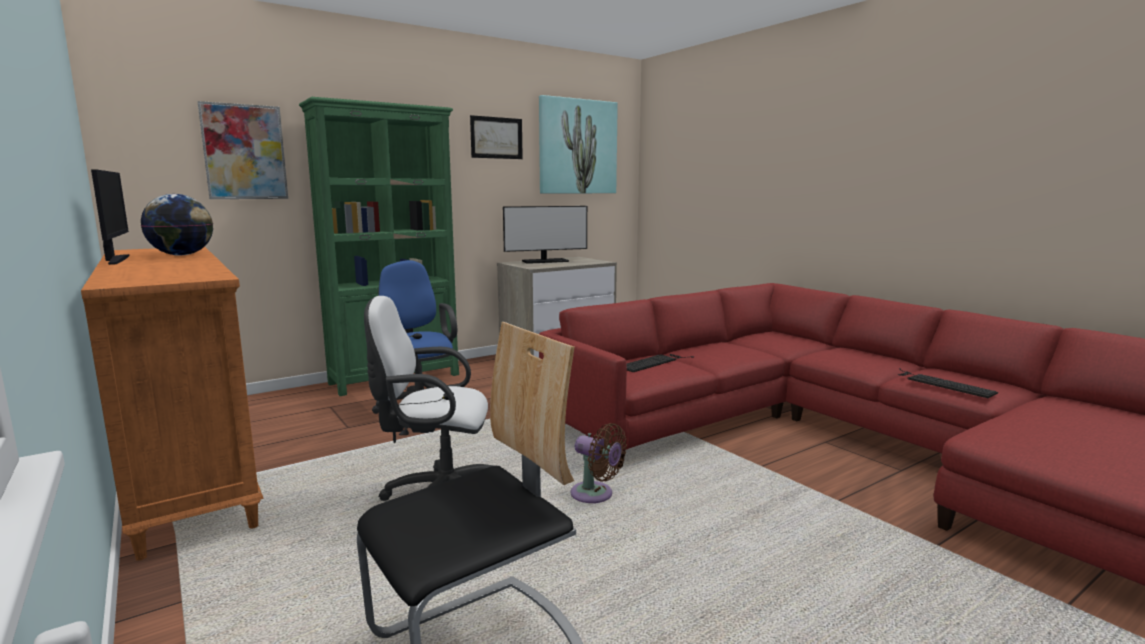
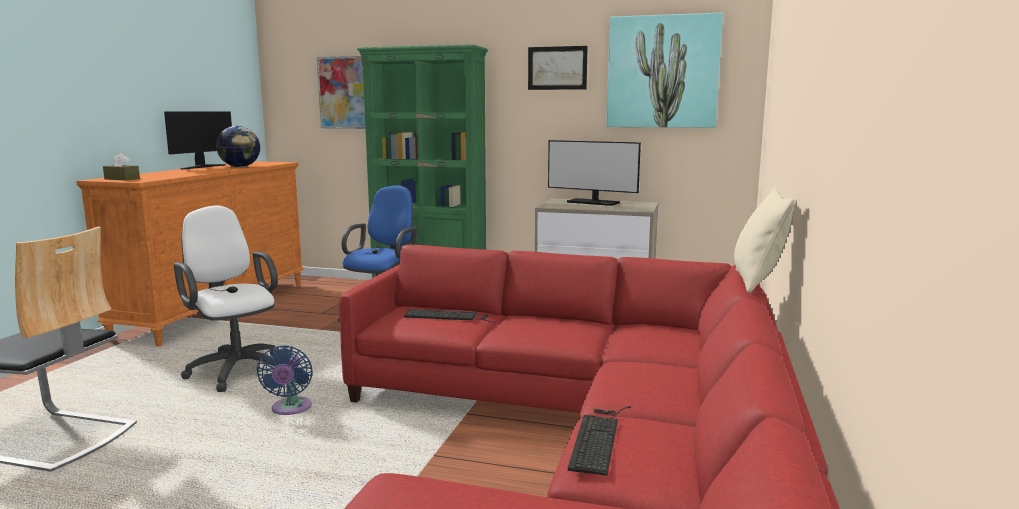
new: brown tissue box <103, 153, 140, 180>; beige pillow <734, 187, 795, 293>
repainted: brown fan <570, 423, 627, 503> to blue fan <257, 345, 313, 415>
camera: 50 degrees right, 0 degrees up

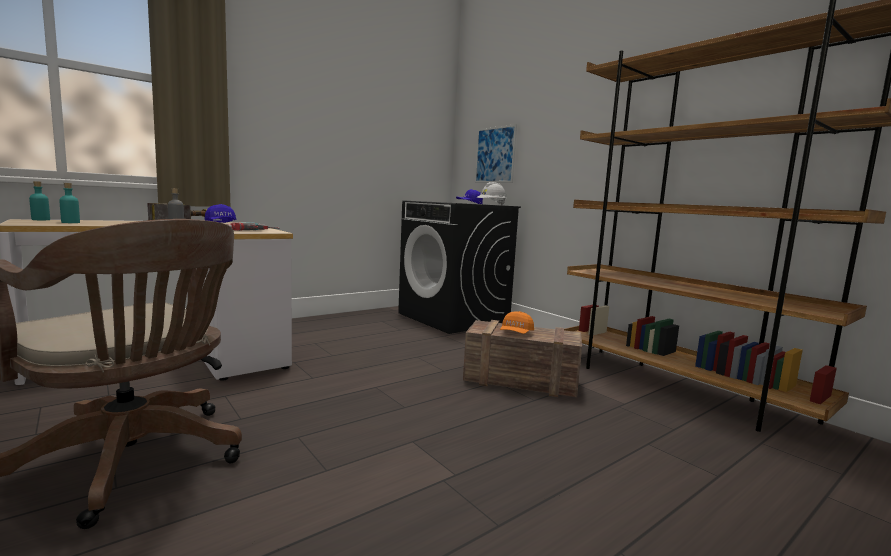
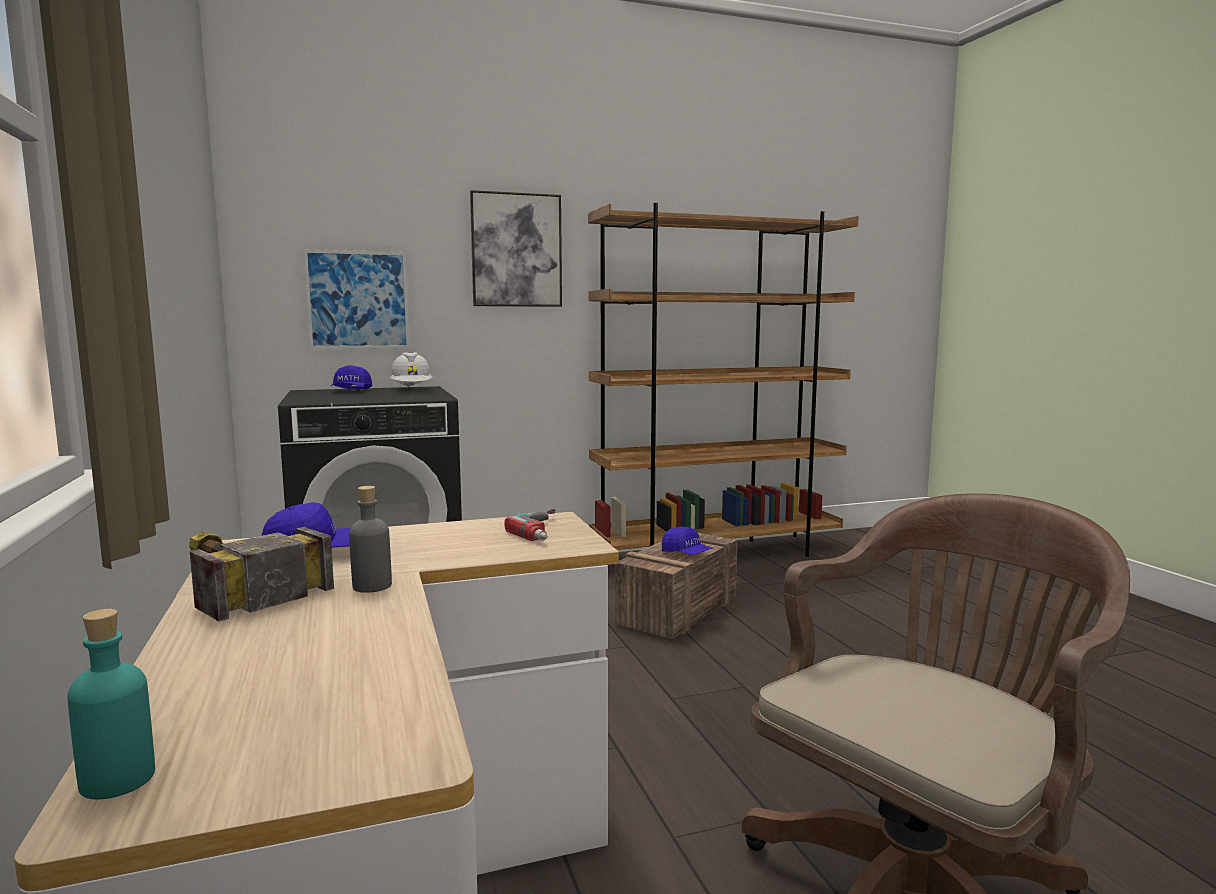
gone: turquoise bottle <59, 183, 80, 223>
new: picture <470, 190, 562, 307>
repainted: orange cap <500, 311, 534, 334> to blue cap <662, 527, 713, 555>
camera: 70 degrees left, 0 degrees up

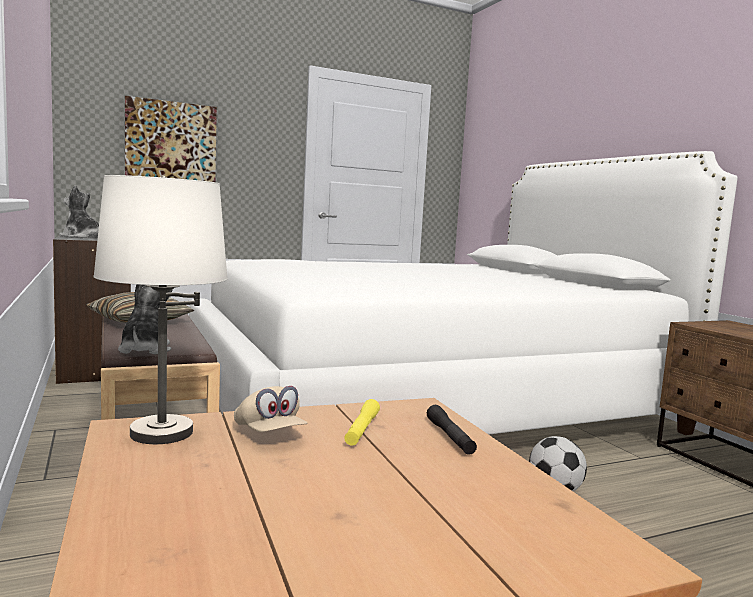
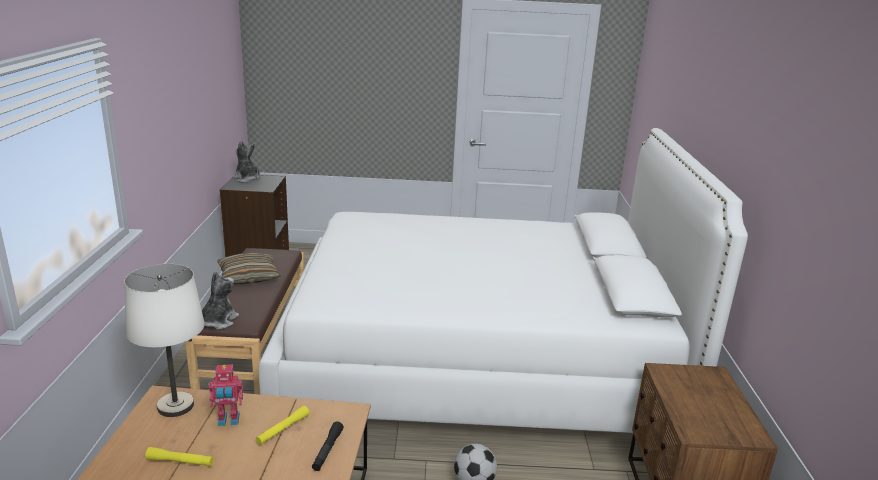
gone: picture <125, 96, 217, 182>
new: yellow flashlight <145, 447, 213, 466>
swapped: beige cap <234, 386, 307, 432> to toy robot <208, 365, 243, 426>
camera: 25 degrees right, 15 degrees up

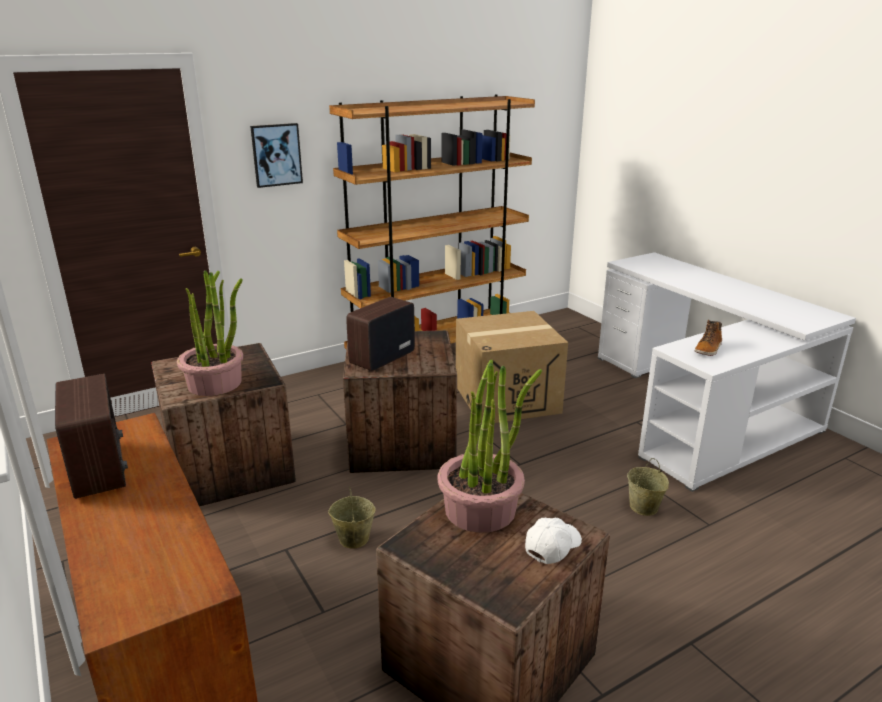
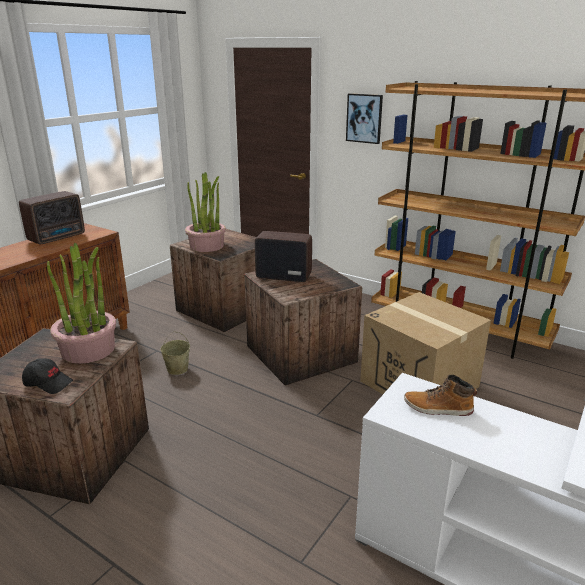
gone: beige bucket <627, 458, 669, 516>
repainted: white cap <525, 518, 582, 564> to black cap <22, 358, 73, 394>
camera: 65 degrees right, 0 degrees up

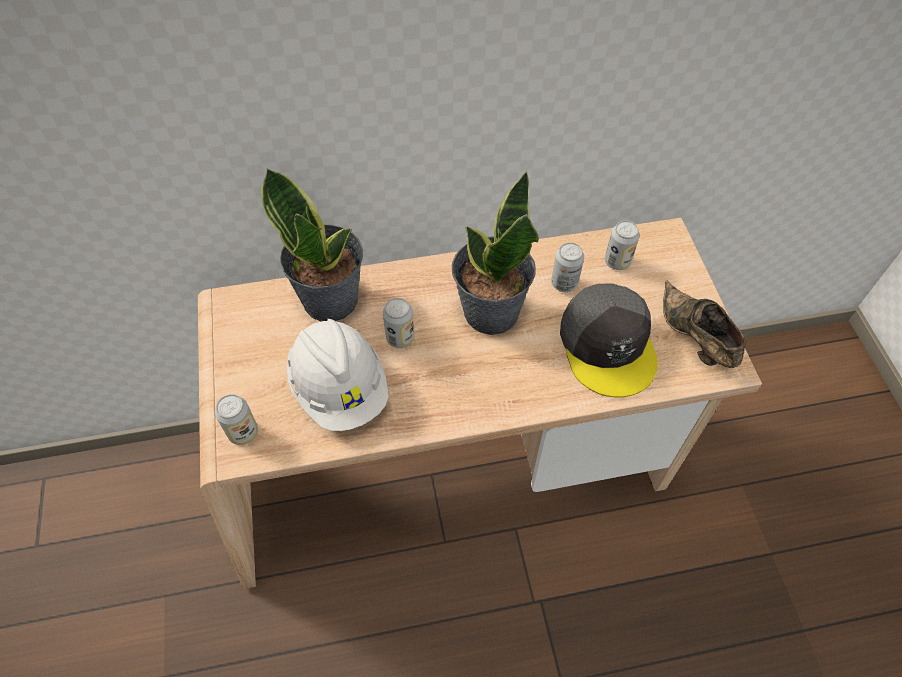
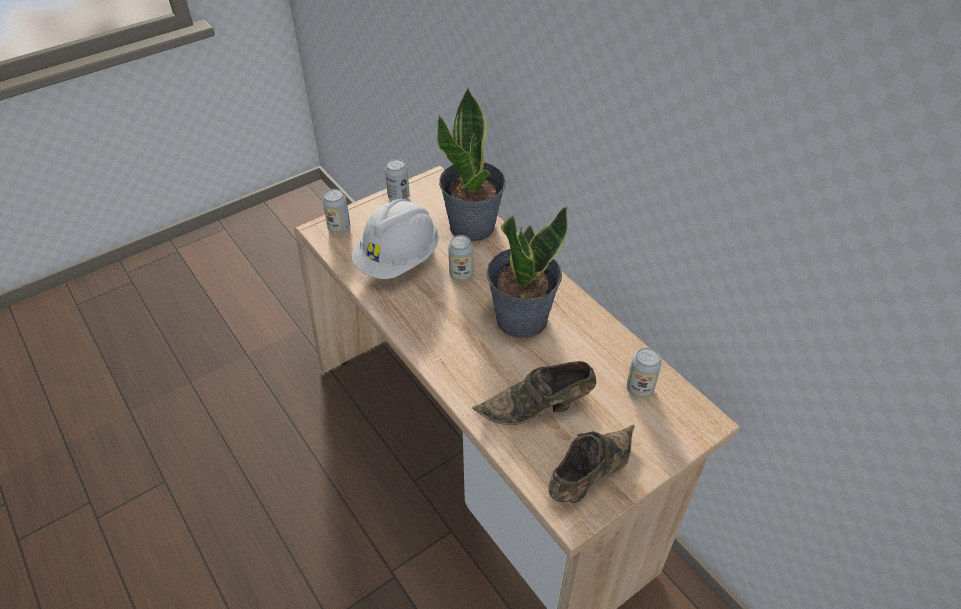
shifted: can <551, 242, 584, 292> to <385, 159, 410, 201>
swapped: grey cap <560, 283, 658, 397> to brown shoe <473, 361, 596, 425>
camera: 65 degrees right, 10 degrees down

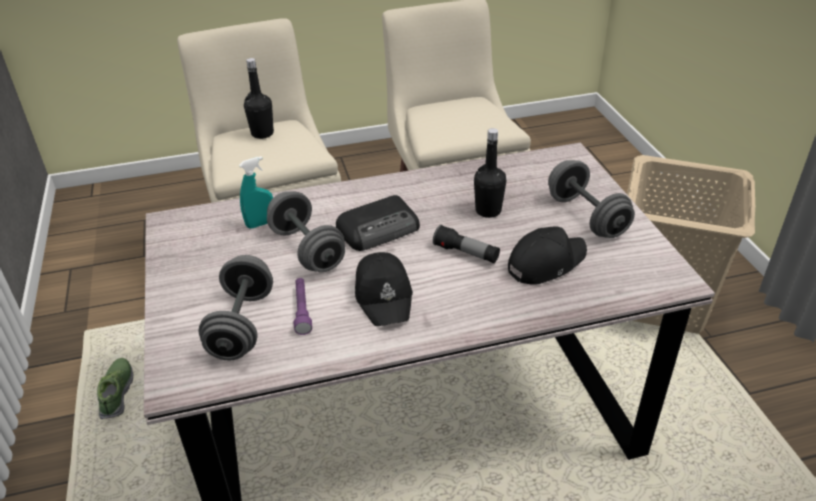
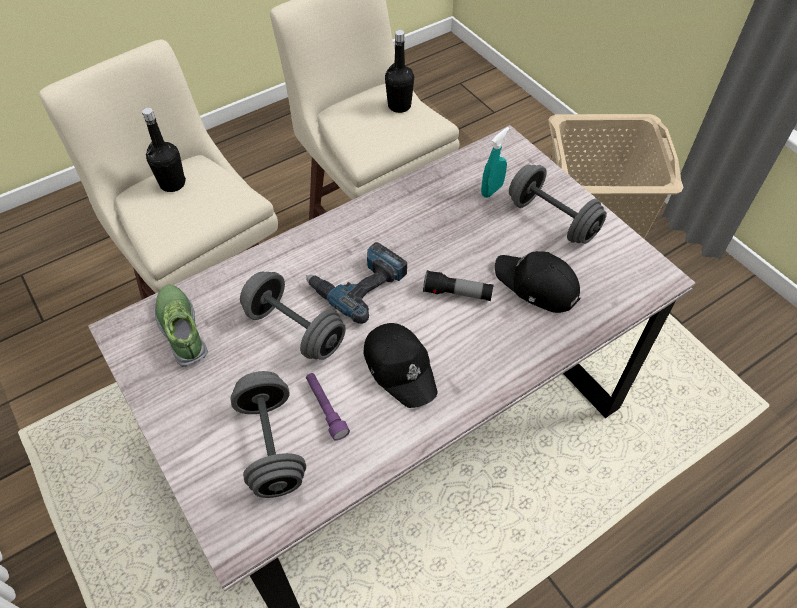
shifted: shoe <97, 358, 133, 419> to <155, 285, 208, 367>; turquoise spray bottle <239, 156, 273, 228> to <481, 127, 509, 198>; black bottle <474, 128, 506, 218> to <385, 30, 414, 113>
swapped: radio <336, 195, 420, 251> to power drill <306, 242, 407, 324>
rotated: black cap <508, 227, 587, 285> = <495, 251, 580, 313> 90 degrees counterclockwise
camera: 20 degrees left, 15 degrees up

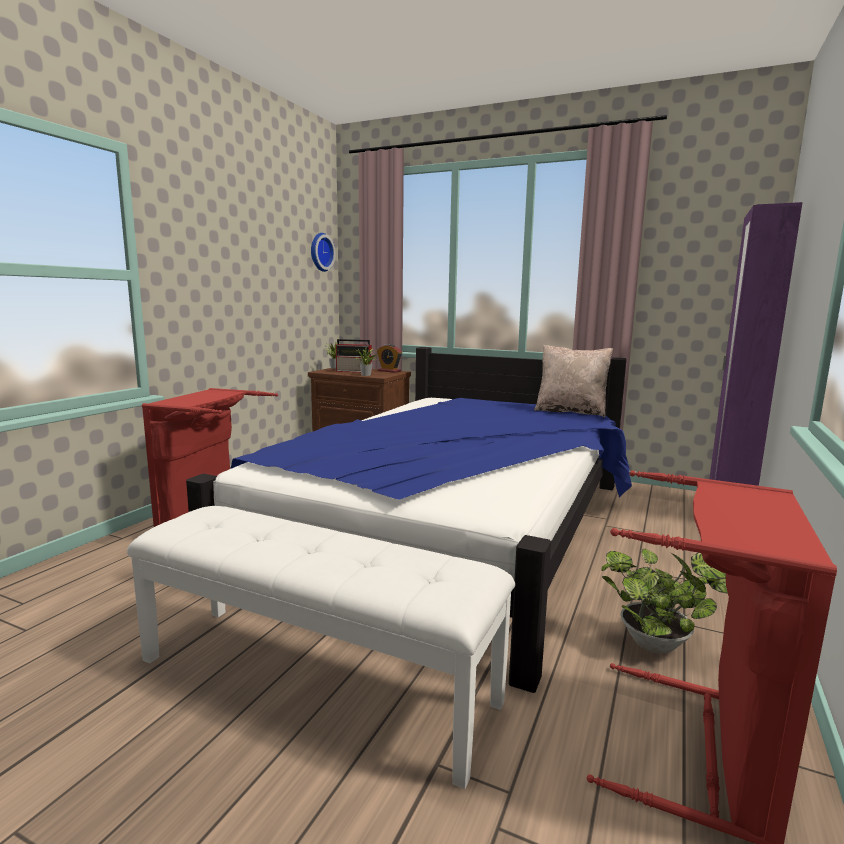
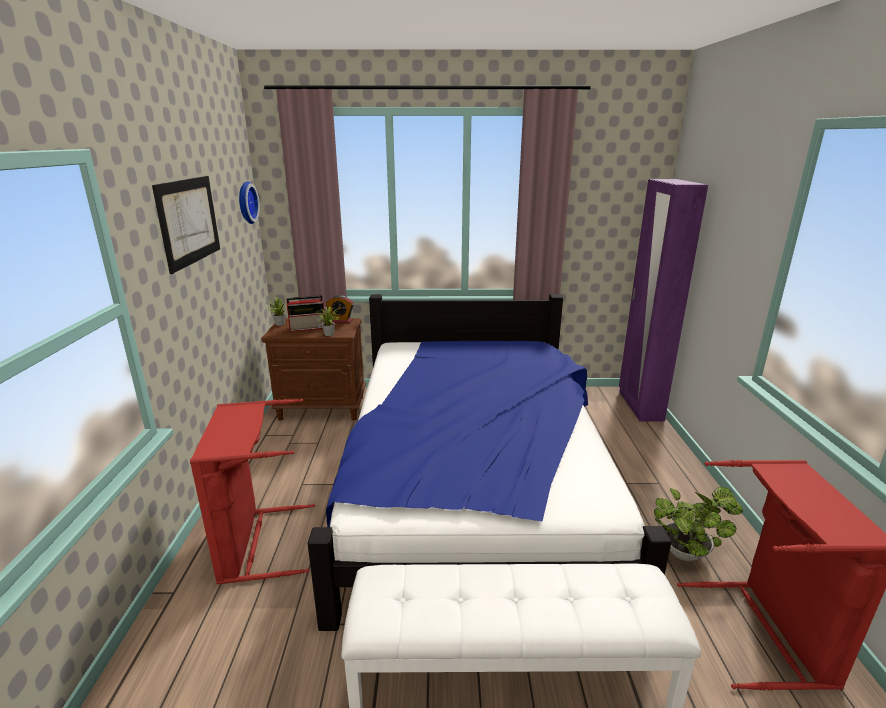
gone: beige pillow <534, 345, 613, 417>
new: picture <152, 176, 220, 274>
camera: 25 degrees left, 10 degrees up

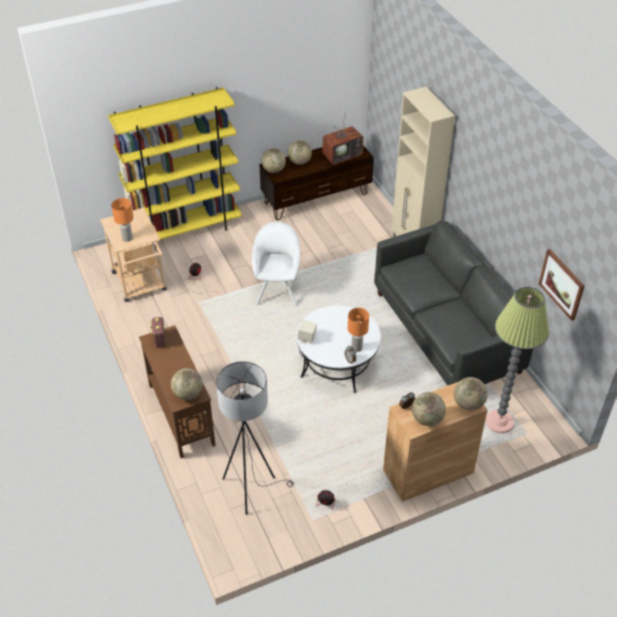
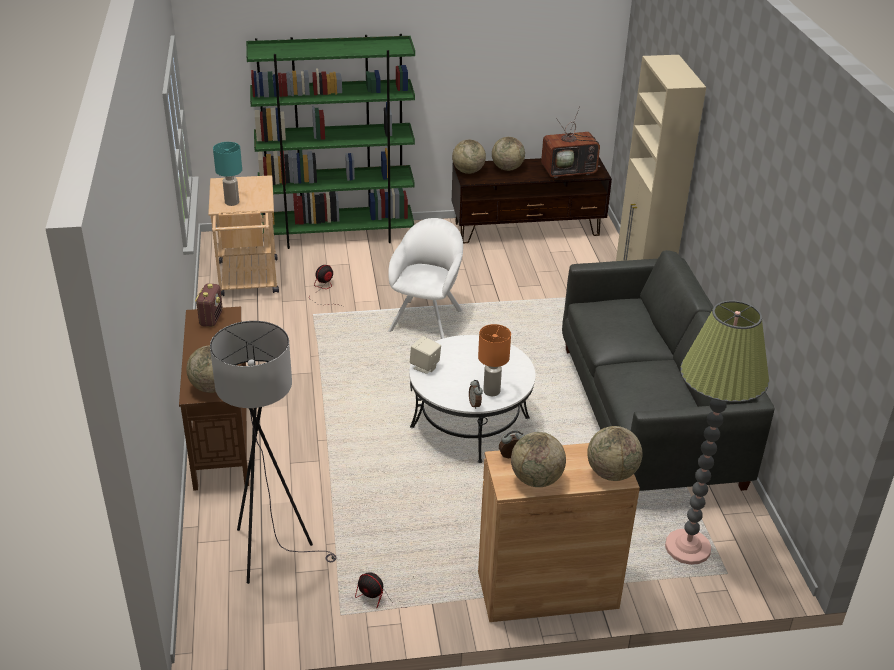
gone: picture <539, 249, 585, 321>
repainted: yellow bookcase <108, 87, 242, 251> to green bookcase <246, 34, 415, 249>; orange table lamp <111, 198, 134, 242> to turquoise table lamp <213, 142, 242, 206>
camera: 15 degrees right, 10 degrees down

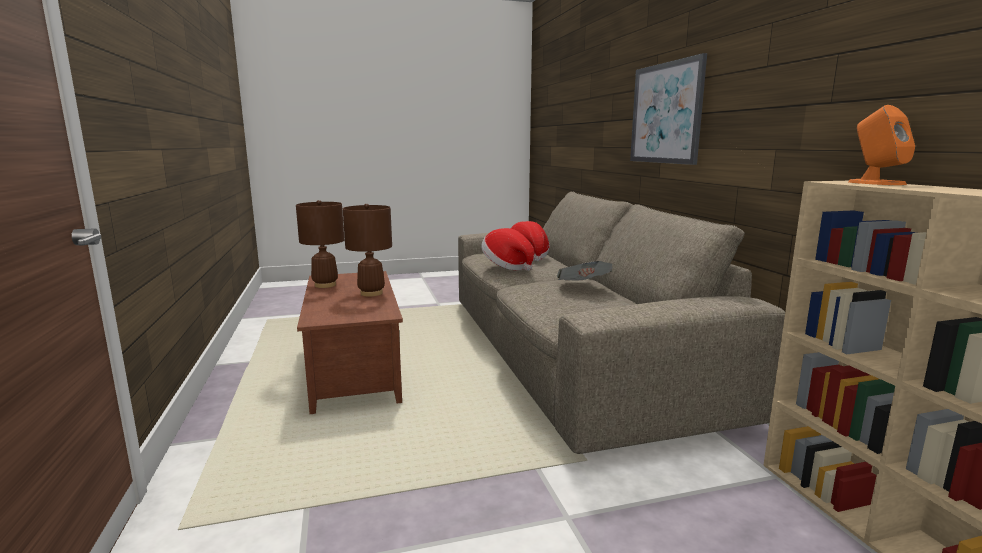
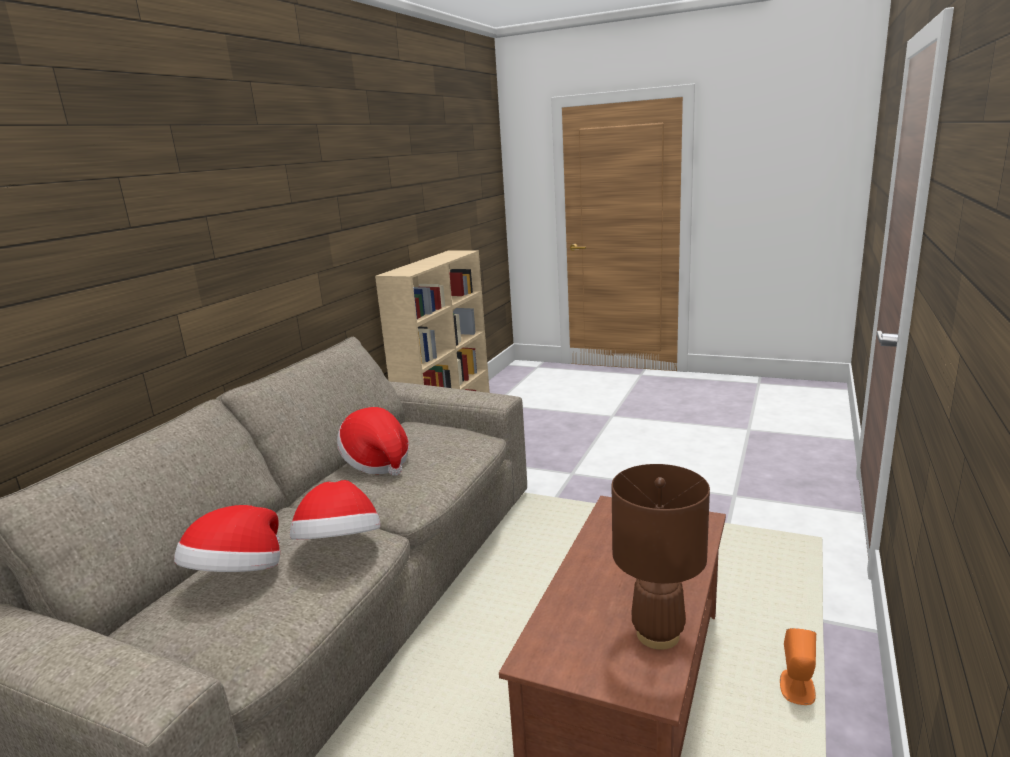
gone: brown table lamp <343, 204, 392, 297>; picture <630, 53, 707, 165>
shifted: orange speaker <848, 105, 915, 185> to <780, 628, 816, 705>
swapped: newspaper <557, 261, 613, 281> to hat <337, 407, 409, 476>
camera: 140 degrees left, 5 degrees up

